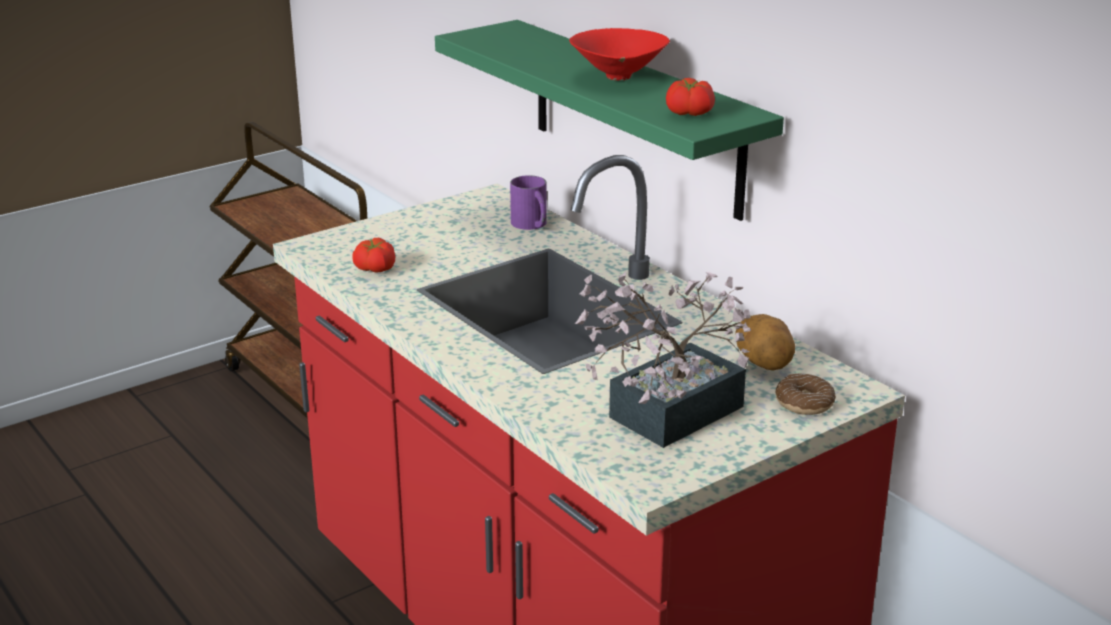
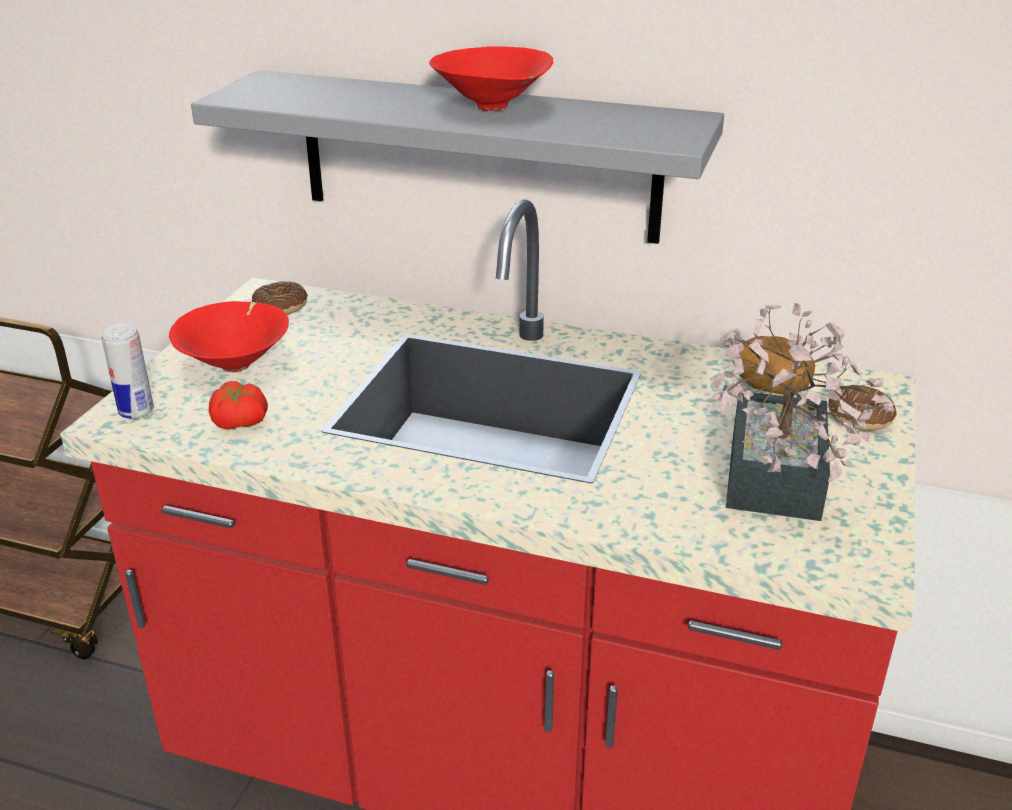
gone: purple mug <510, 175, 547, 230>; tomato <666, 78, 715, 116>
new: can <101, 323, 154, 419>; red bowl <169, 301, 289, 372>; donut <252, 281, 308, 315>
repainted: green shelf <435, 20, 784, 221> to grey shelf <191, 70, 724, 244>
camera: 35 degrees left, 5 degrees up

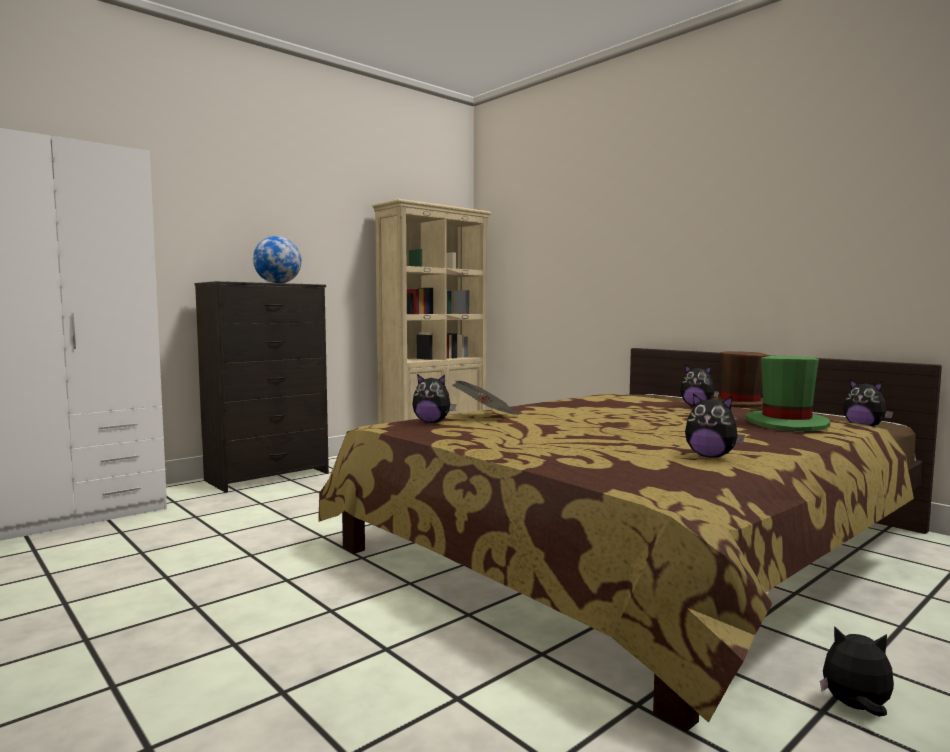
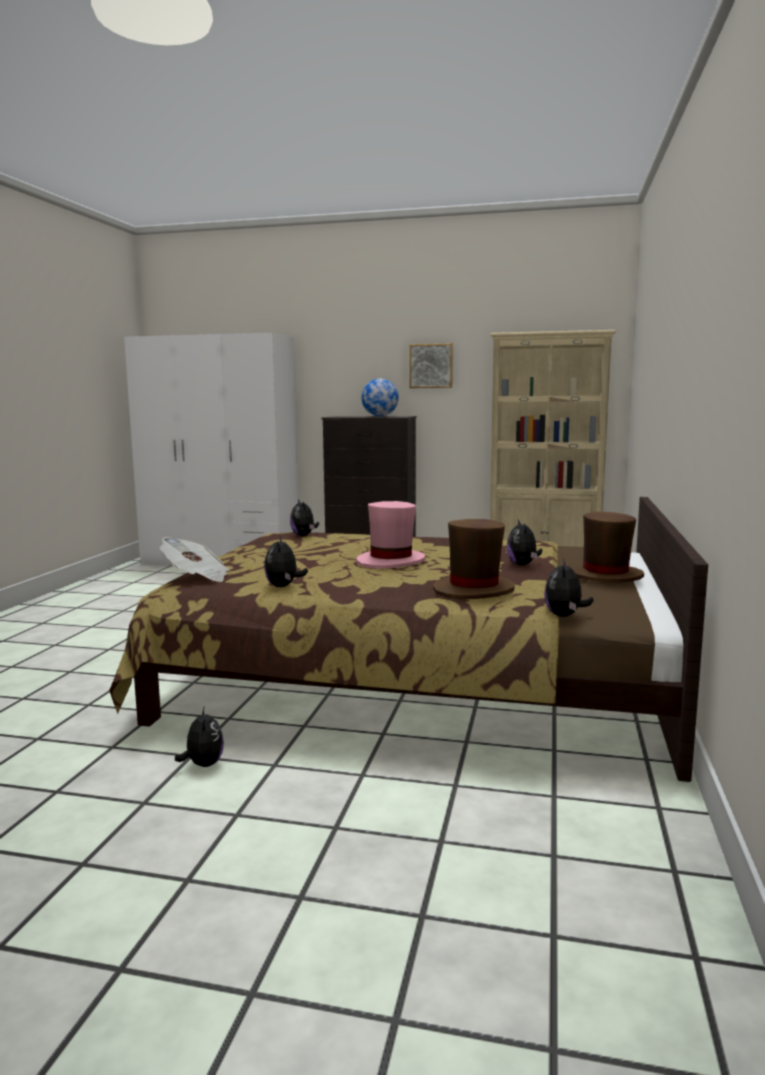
new: pink hat <357, 501, 425, 569>; picture <409, 343, 453, 388>
shifted: newspaper <452, 381, 519, 415> to <160, 537, 229, 582>
repainted: green hat <746, 356, 830, 431> to brown hat <433, 519, 515, 599>
camera: 55 degrees right, 5 degrees up

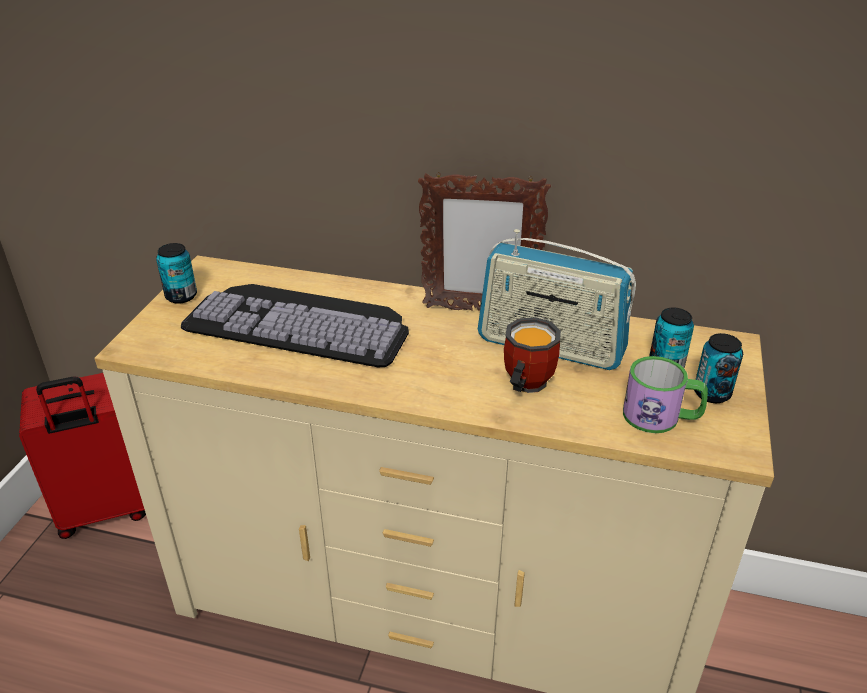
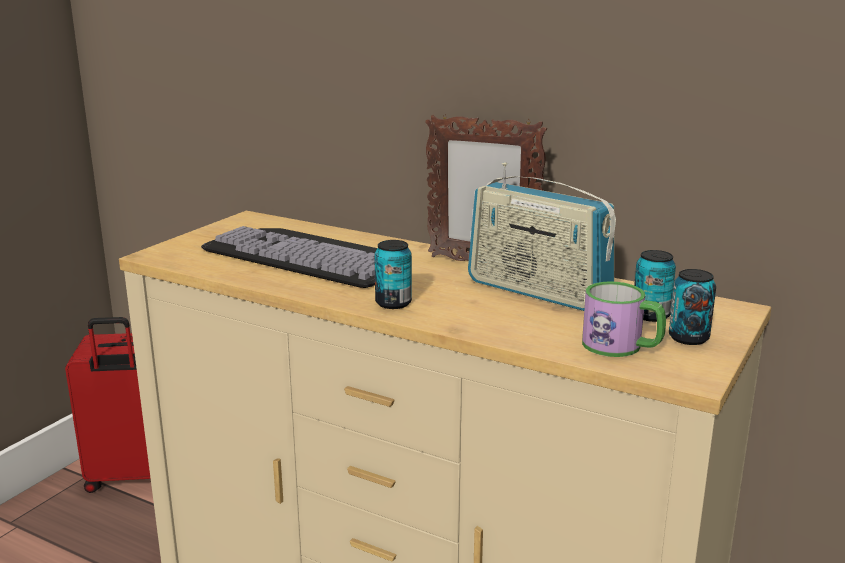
gone: mug <504, 317, 561, 393>
shifted: can <156, 243, 197, 304> to <374, 240, 412, 309>
camera: 15 degrees right, 15 degrees down

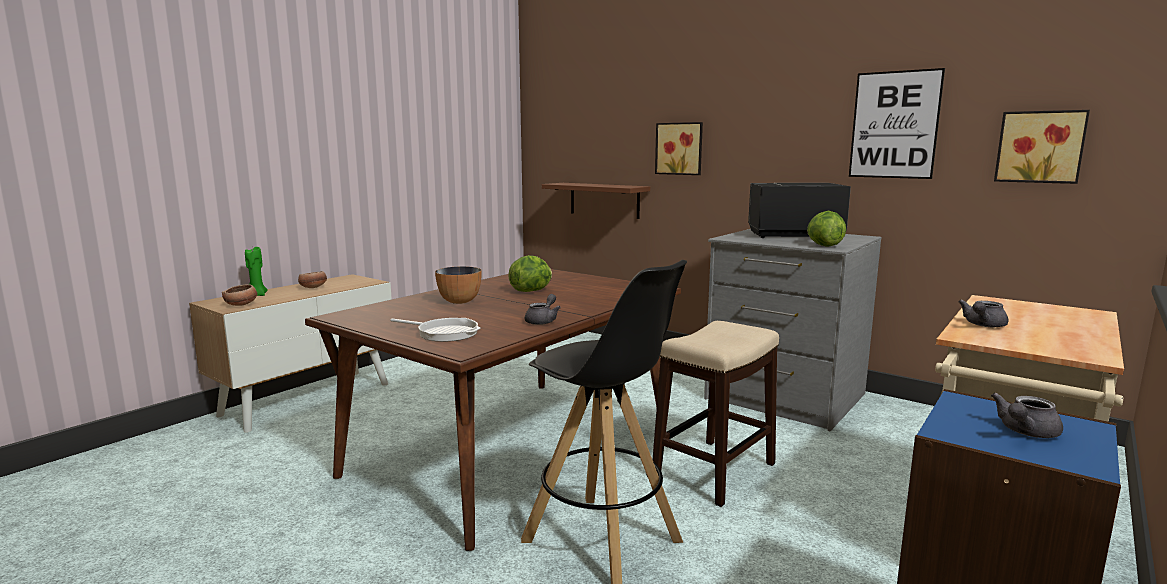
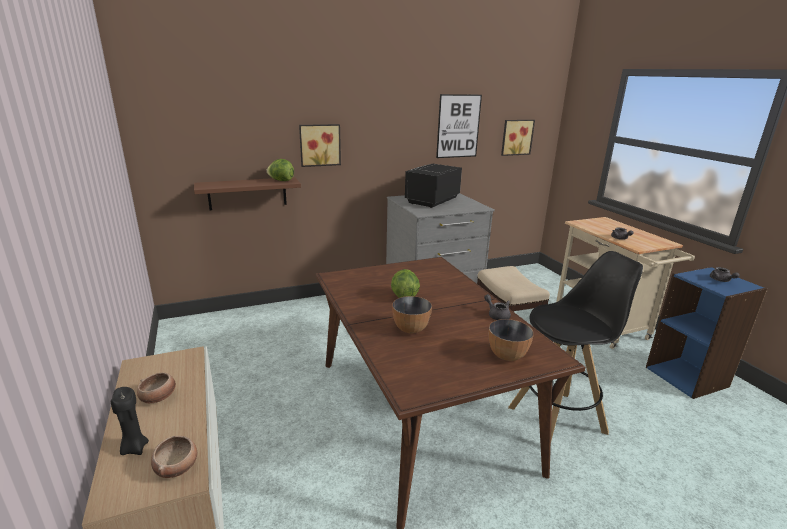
shifted: lettuce <807, 211, 846, 247> to <266, 159, 294, 181>
swapped: frying pan <390, 318, 480, 342> to bowl <488, 319, 534, 361>
repainted: green candle <245, 247, 268, 296> to black candle <111, 387, 149, 455>
camera: 60 degrees left, 10 degrees up

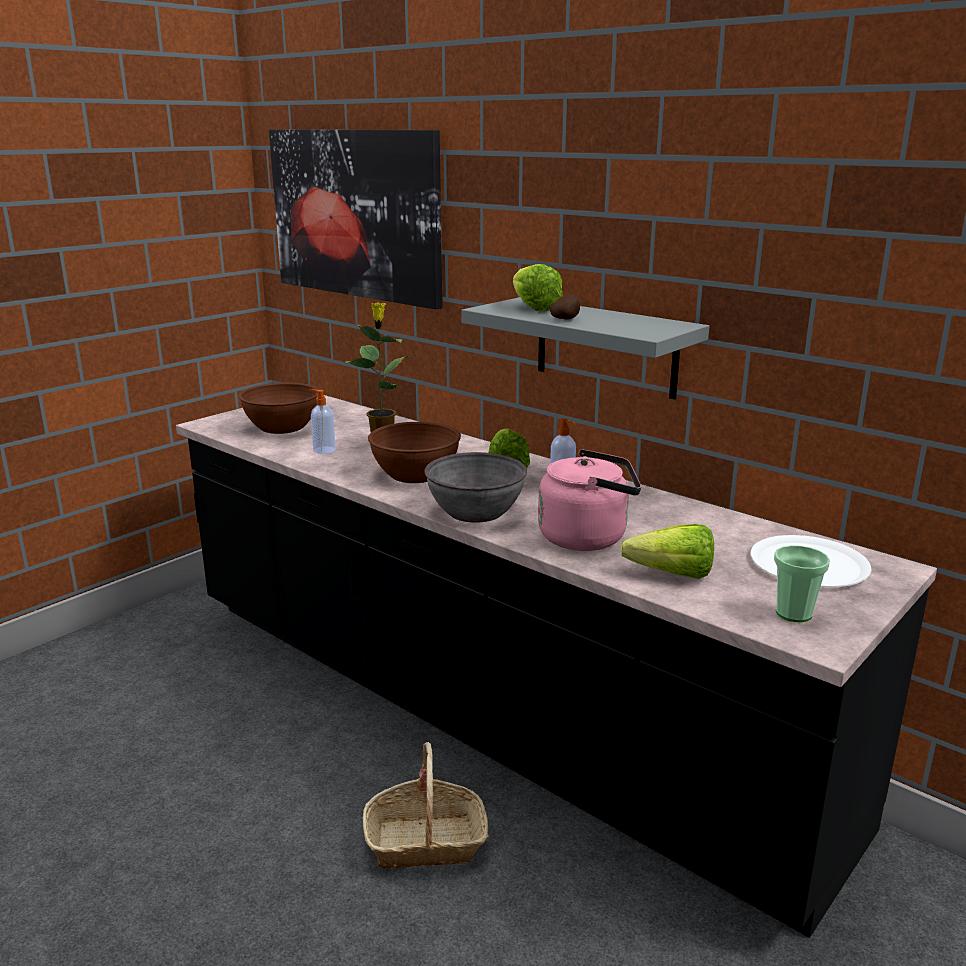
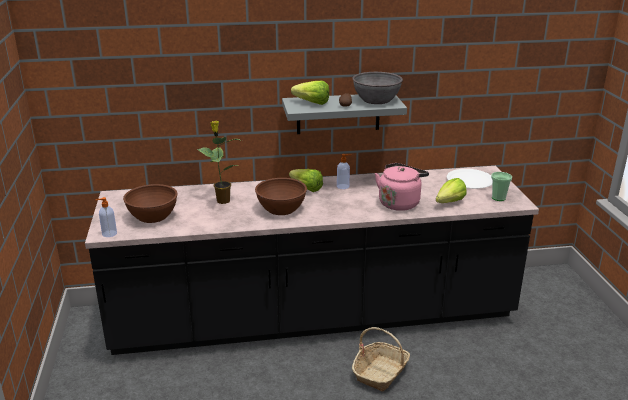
gone: picture <269, 129, 443, 309>
shifted: soap dispenser <309, 389, 336, 454> to <95, 197, 117, 237>; grey bowl <424, 452, 527, 523> to <352, 72, 403, 104>
camera: 50 degrees left, 5 degrees up

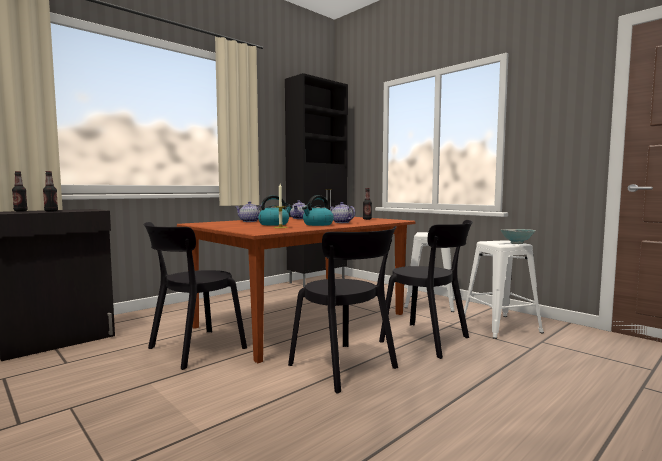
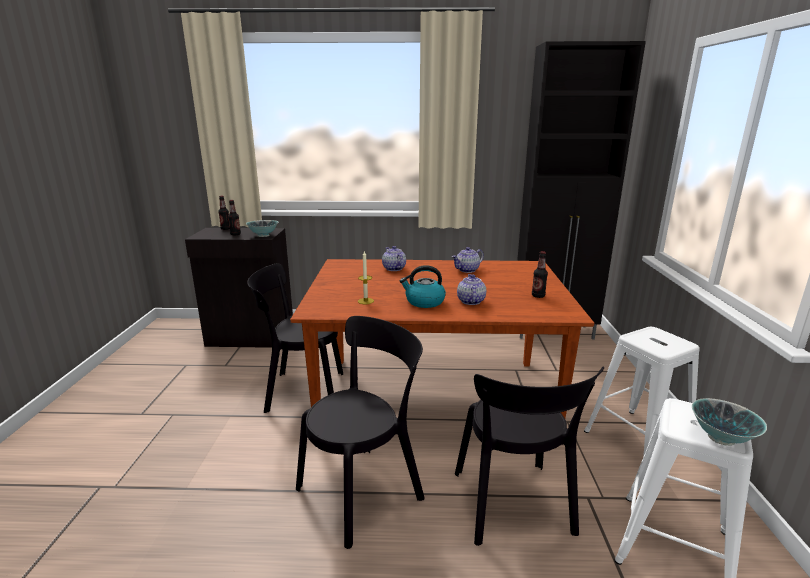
gone: kettle <258, 195, 293, 226>
new: bowl <246, 220, 278, 237>
rotated: black chair <288, 226, 398, 393> = <296, 316, 425, 549> 135 degrees counterclockwise
camera: 45 degrees right, 15 degrees up

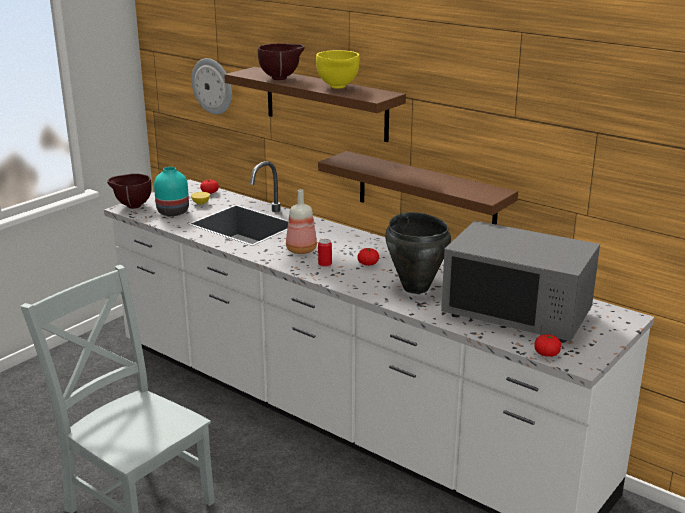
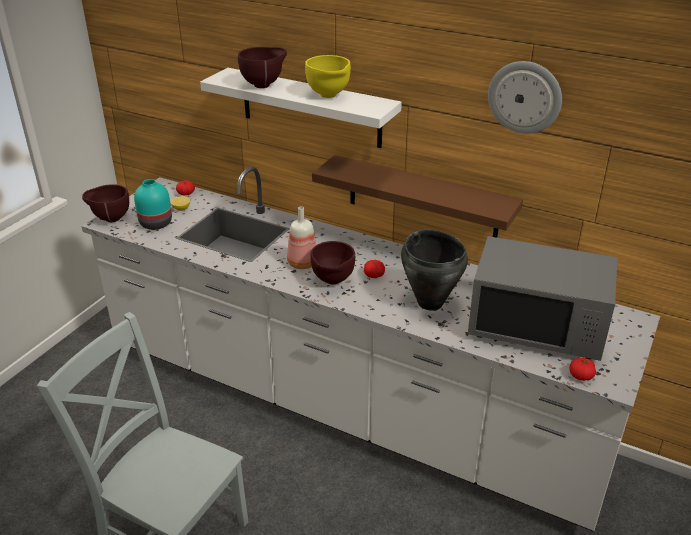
shifted: wall clock <192, 58, 232, 114> to <488, 61, 562, 134>
swapped: can <318, 239, 332, 268> to brown bowl <310, 241, 355, 285>
repainted: brown shelf <224, 67, 406, 142> to white shelf <200, 68, 402, 148>
camera: 10 degrees left, 10 degrees up

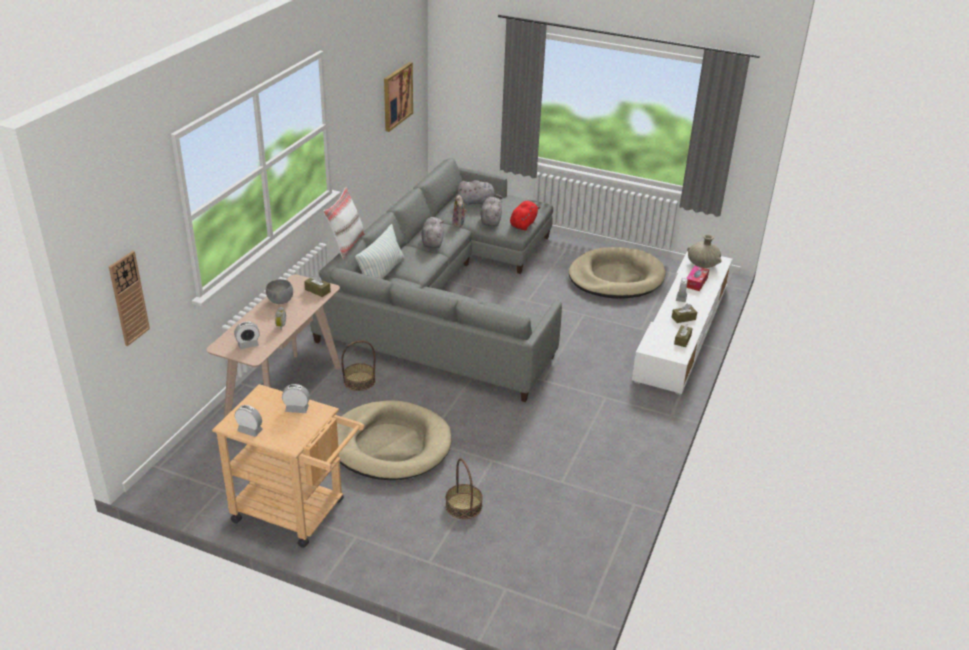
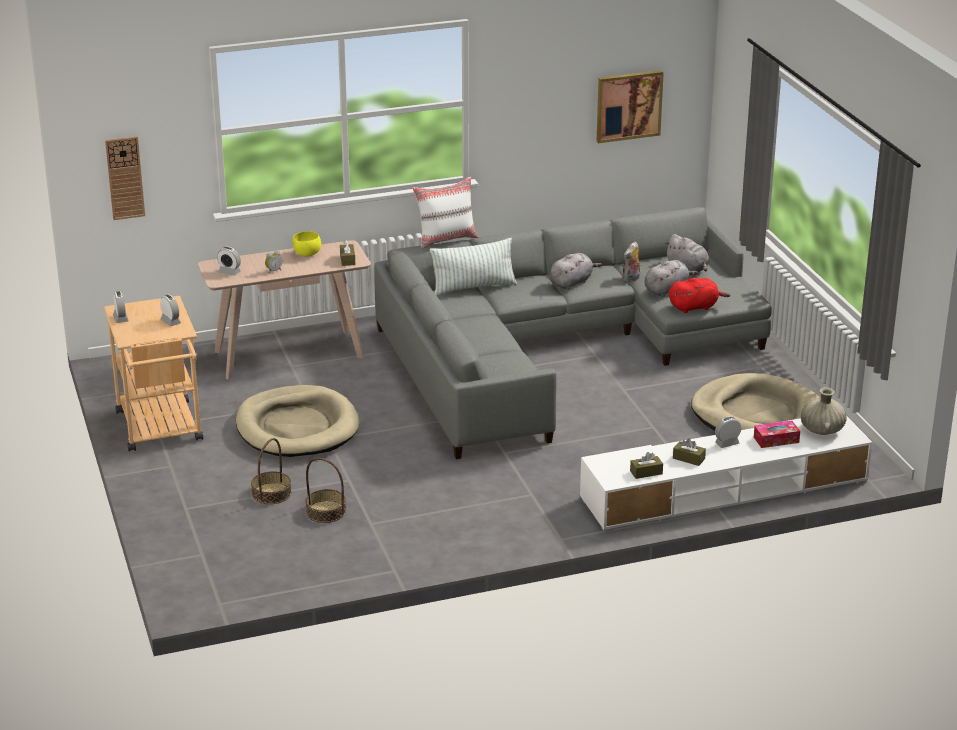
shifted: basket <341, 341, 375, 391> to <305, 458, 346, 523>
repainted: grey bowl <266, 279, 293, 304> to yellow bowl <292, 231, 321, 257>
camera: 50 degrees right, 5 degrees down

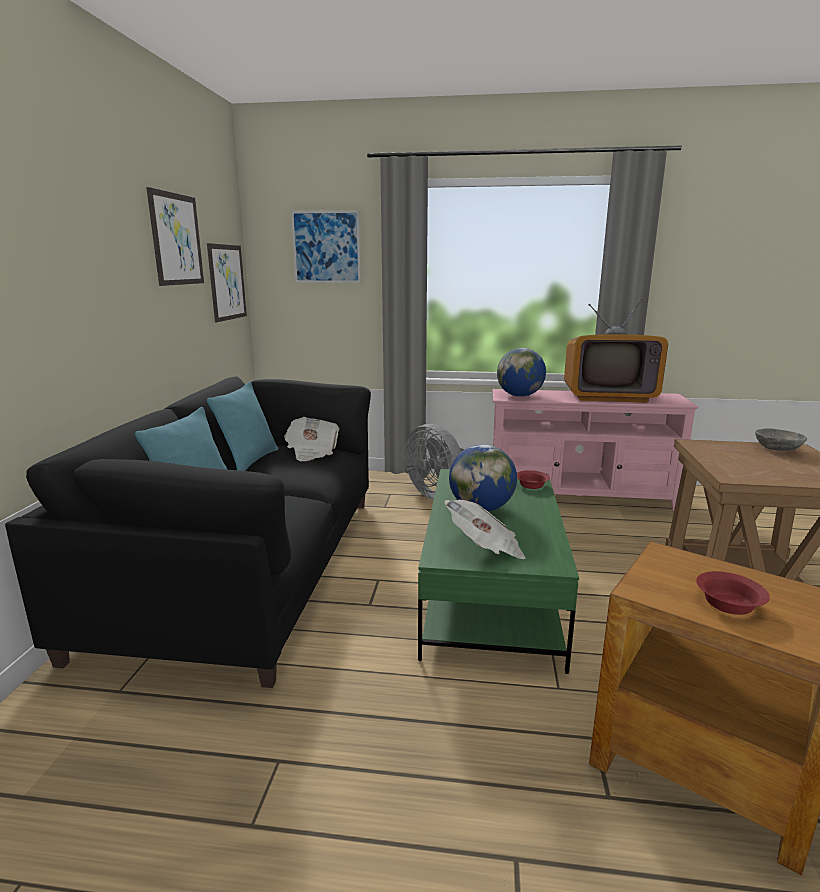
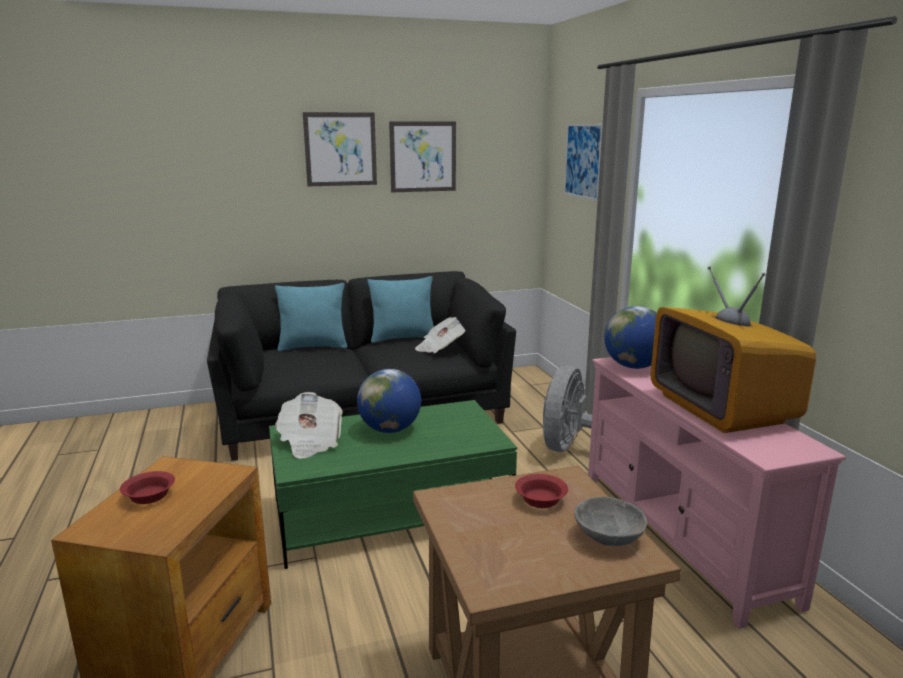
shifted: picture <207, 243, 247, 322> to <303, 112, 377, 186>; red bowl <517, 470, 550, 489> to <515, 474, 568, 508>
camera: 65 degrees right, 0 degrees up

